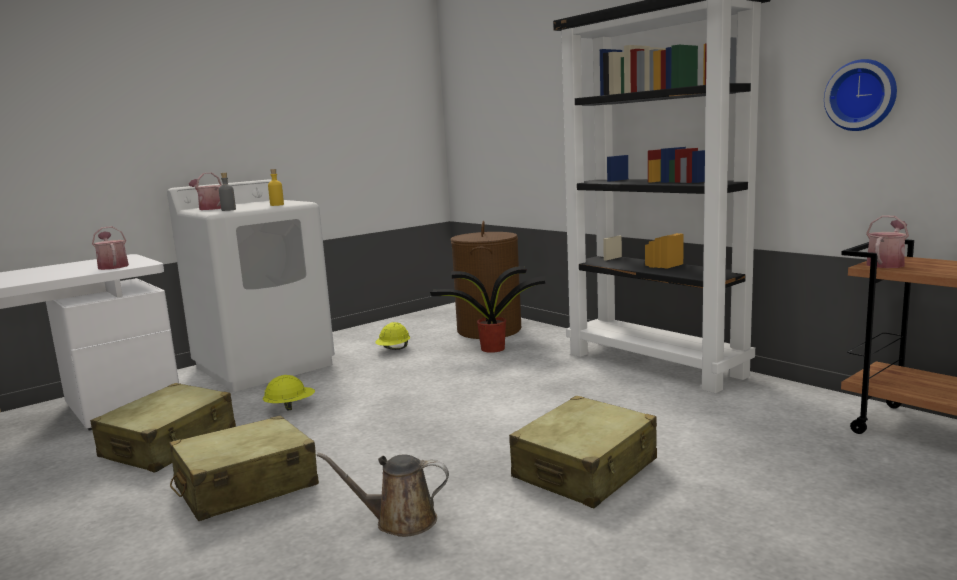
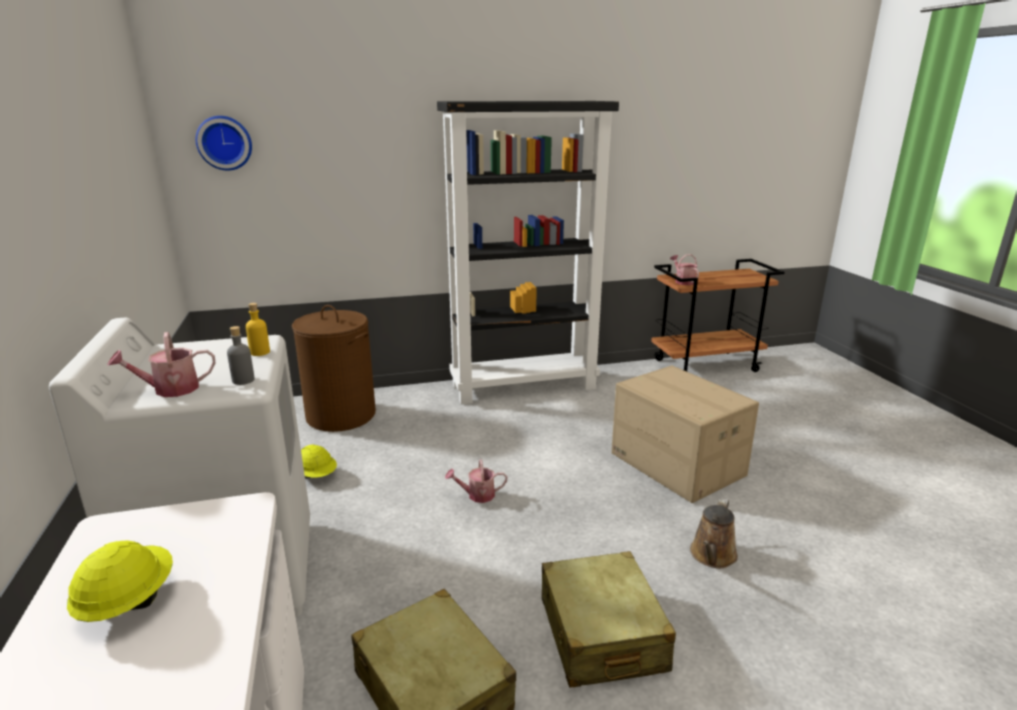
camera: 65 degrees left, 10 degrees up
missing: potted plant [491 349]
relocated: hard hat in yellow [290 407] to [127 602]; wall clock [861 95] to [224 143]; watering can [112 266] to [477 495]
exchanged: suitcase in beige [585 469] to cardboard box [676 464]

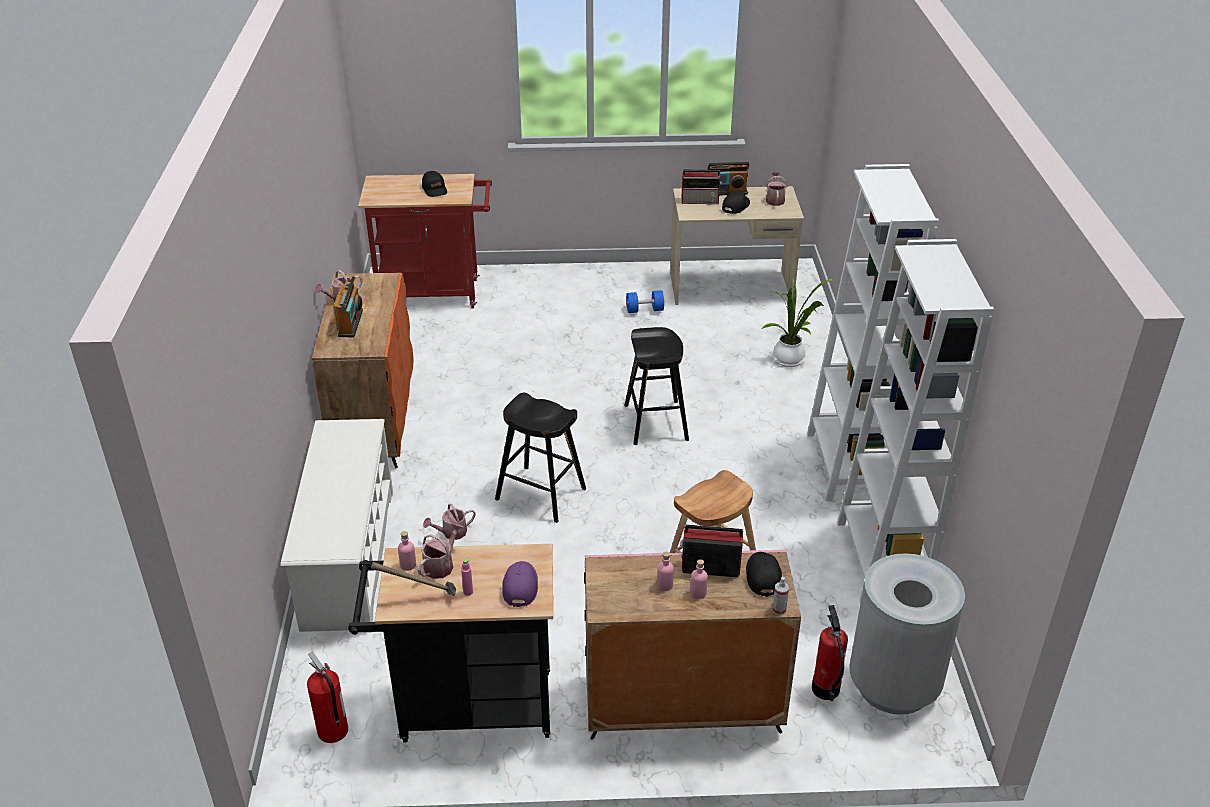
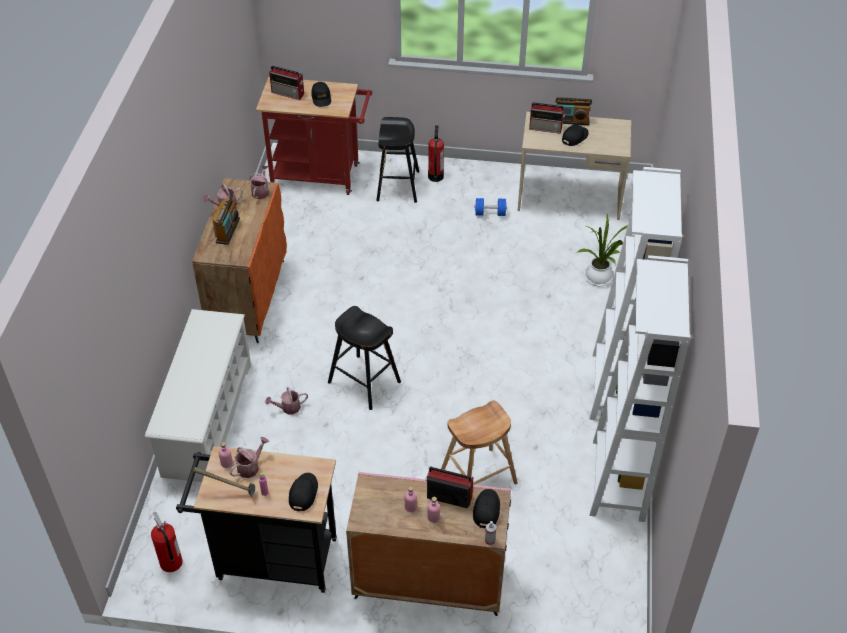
camera: 10 degrees right, 10 degrees up
missing: trash can in grey [893 685]
appeared: radio [288 93]
relocated: watering can [775 199] to [261 191]; stool in black [655 422] to [398 186]; fire extinguisher [825 689] to [435 176]
colour: cap in purple [520 586] to cap in black [303 493]

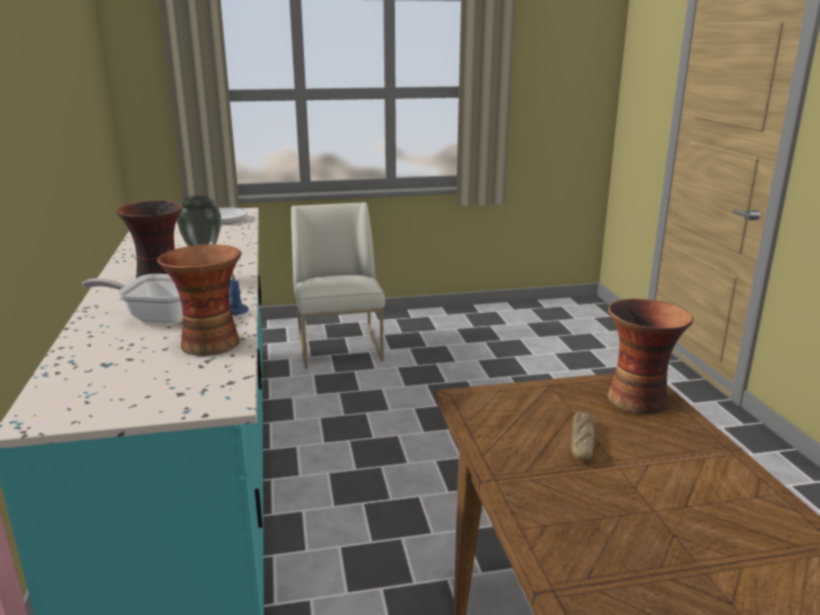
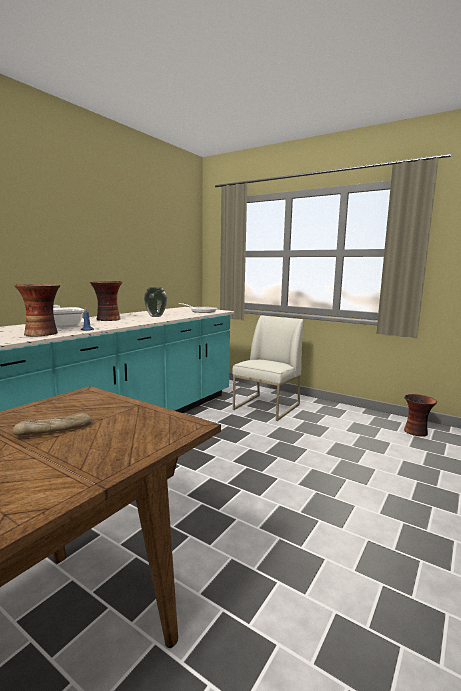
camera: 45 degrees right, 10 degrees down
relocated: vase [638 399] to [416 432]

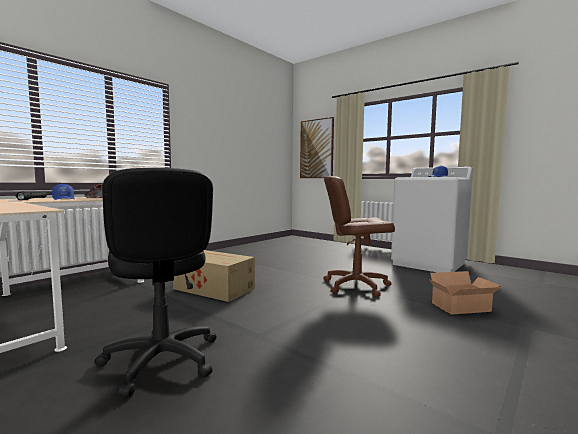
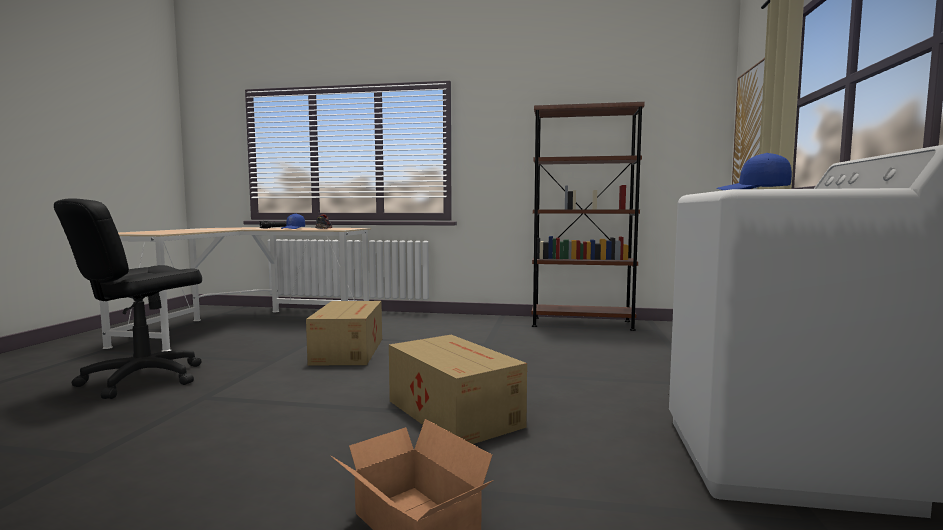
camera: 60 degrees right, 0 degrees up
appeared: bookcase in brown [582 323]
exchanged: office chair in brown [356 286] to cardboard box [453 412]

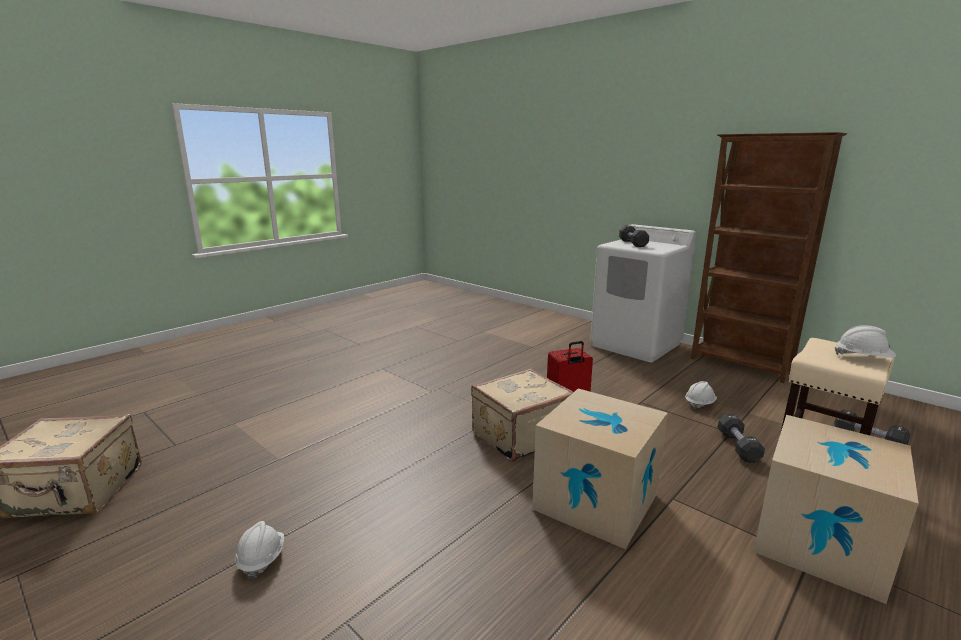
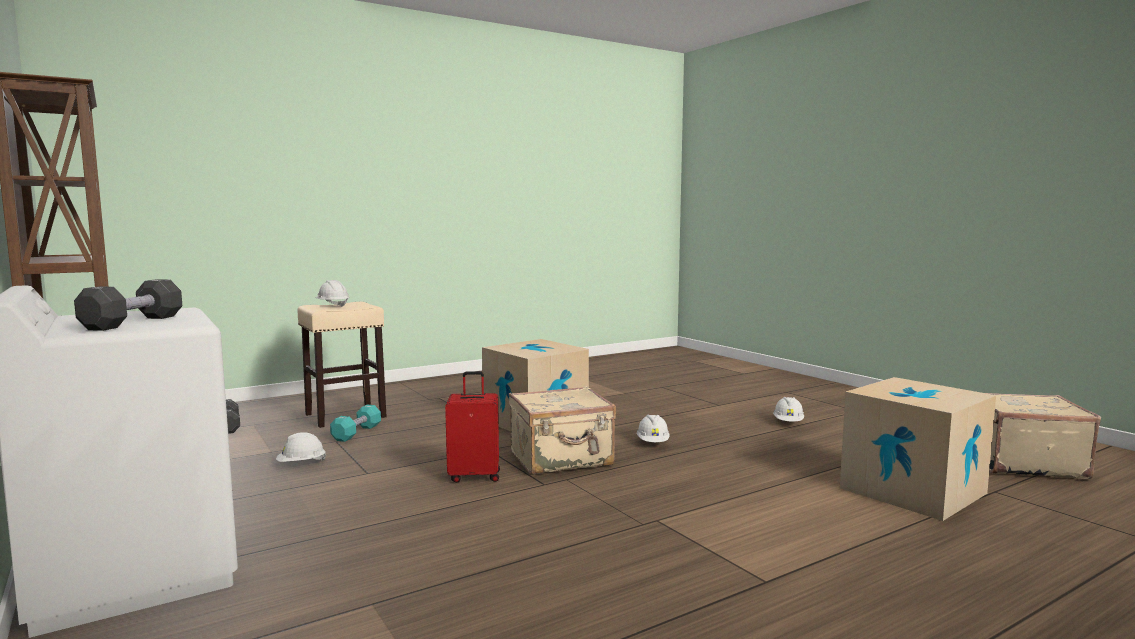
camera: 165 degrees left, 10 degrees down
appeared: hard hat in white [653 443]
relocated: cardboard box [819 543] to [912 490]
colour: dumbbell in black [738 447] to dumbbell in turquoise [356 433]

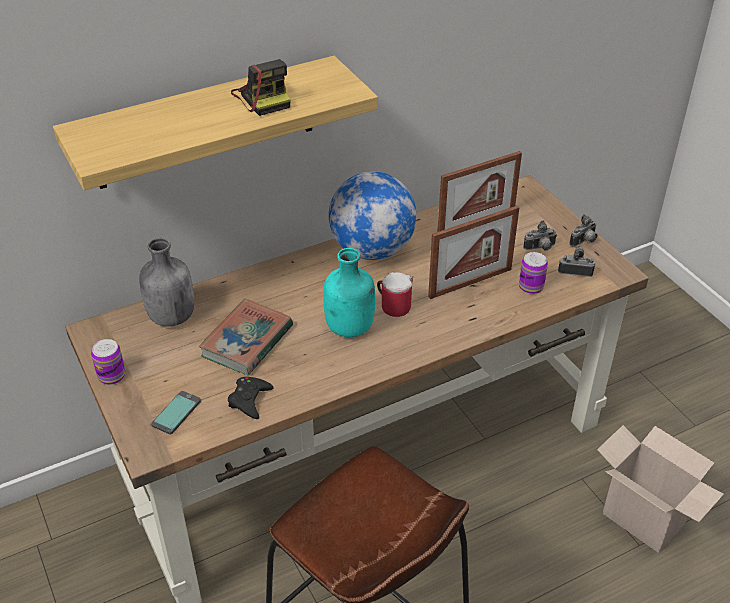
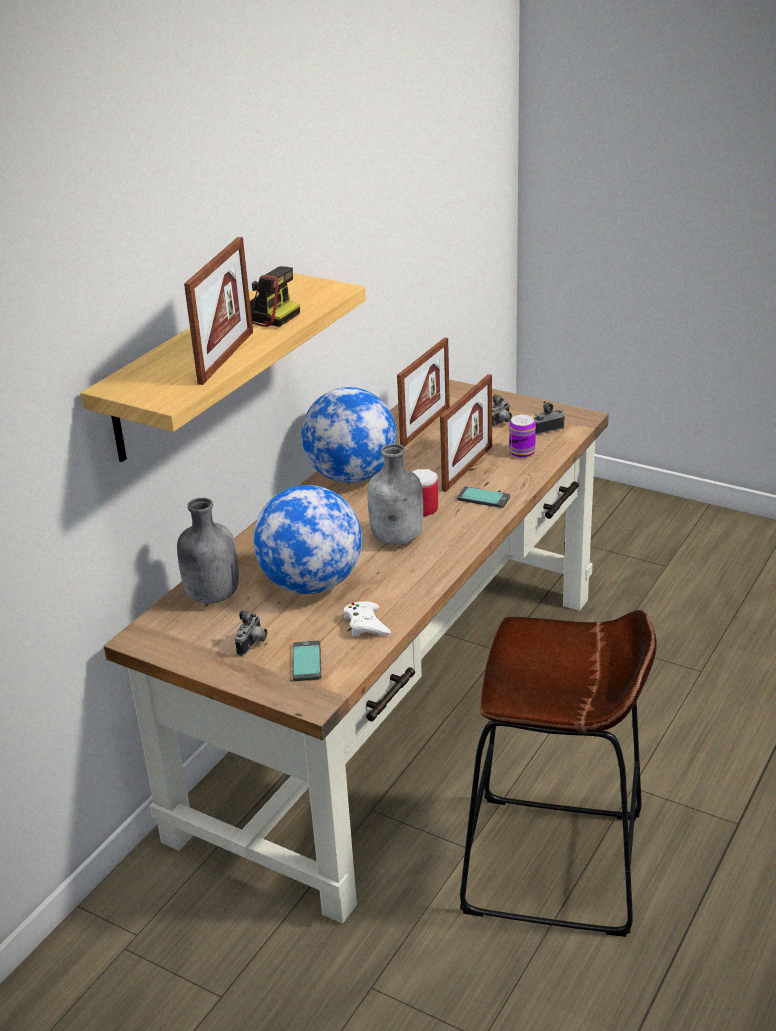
camera: 30 degrees left, 10 degrees down
missing: can [111 376]; cardboard box [646 519]
appeared: picture frame [226 357]; phone [483 498]
relocated: photo camera [584 241] to [253 644]
exchanged: book [247 341] to globe [311 584]
colour: game controller in black [249 400] to game controller in white [366 624]; bottle in turquoise [350 328] to bottle in grey [398 538]

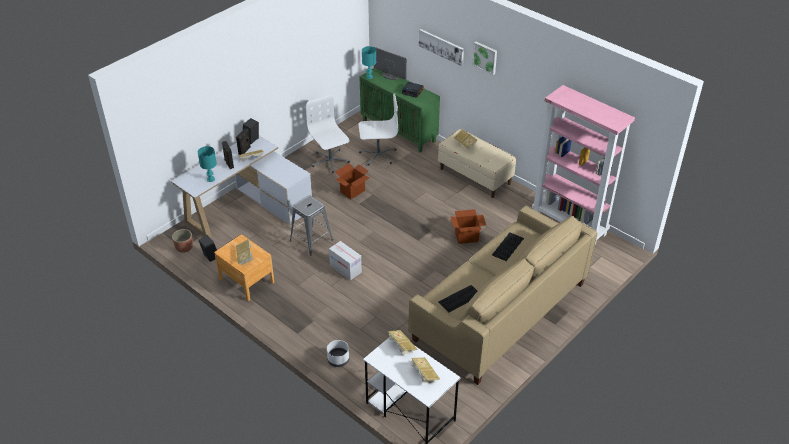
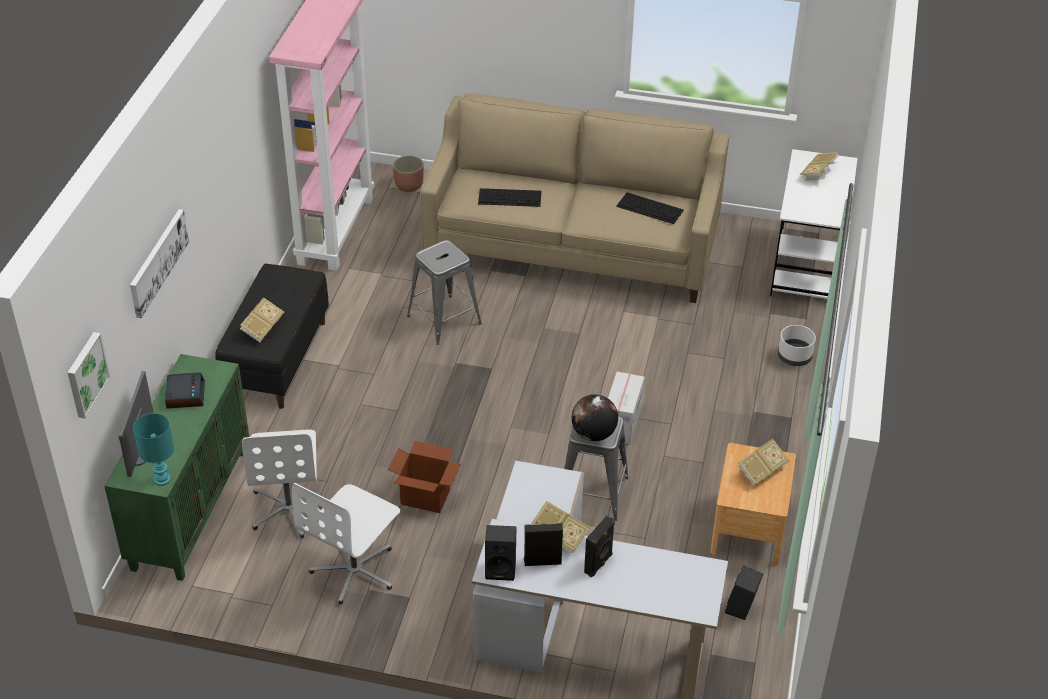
camera: 120 degrees left, 0 degrees up
missing: table lamp in turquoise [211 179]; book [401 347]
appeared: globe [593 434]
relocated: picture [485 57] to [86 374]; planter [184 248] to [409 185]
exchanged: cardboard box [466 237] to stool in grey [444 320]
colour: bench in beige [475 176] to bench in black [277 359]
spun: office chair in white [378 155] = [290 508] 150 degrees counterclockwise

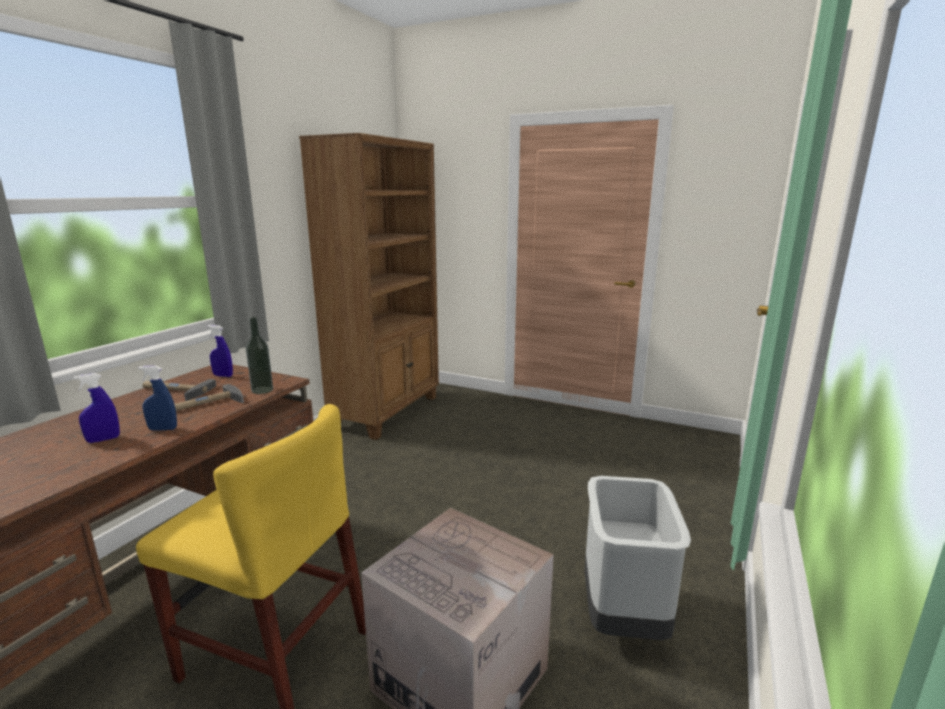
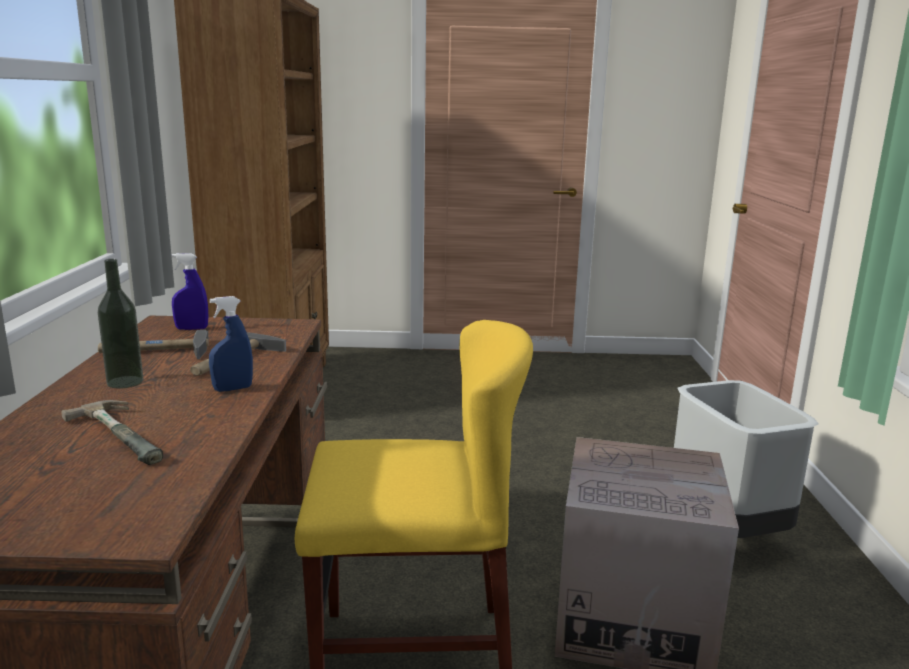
camera: 25 degrees left, 0 degrees up
missing: spray bottle in blue [103 439]
appeared: hammer [128 434]
relocated: bottle [262 390] to [125 382]

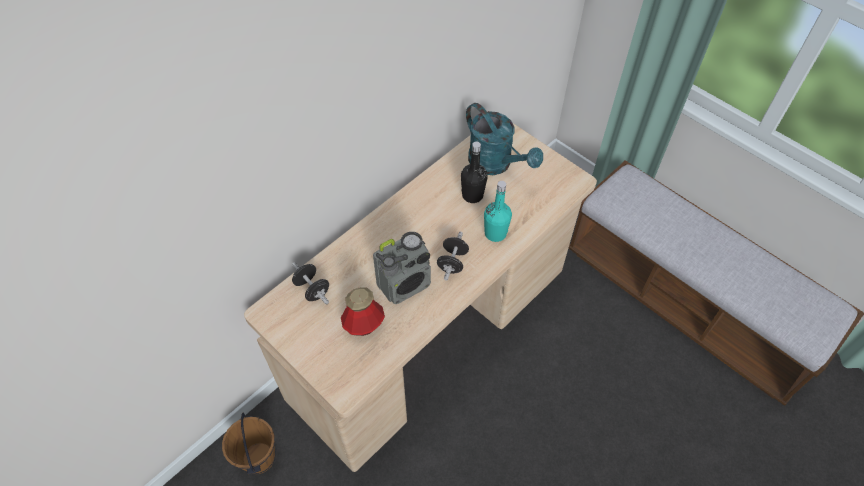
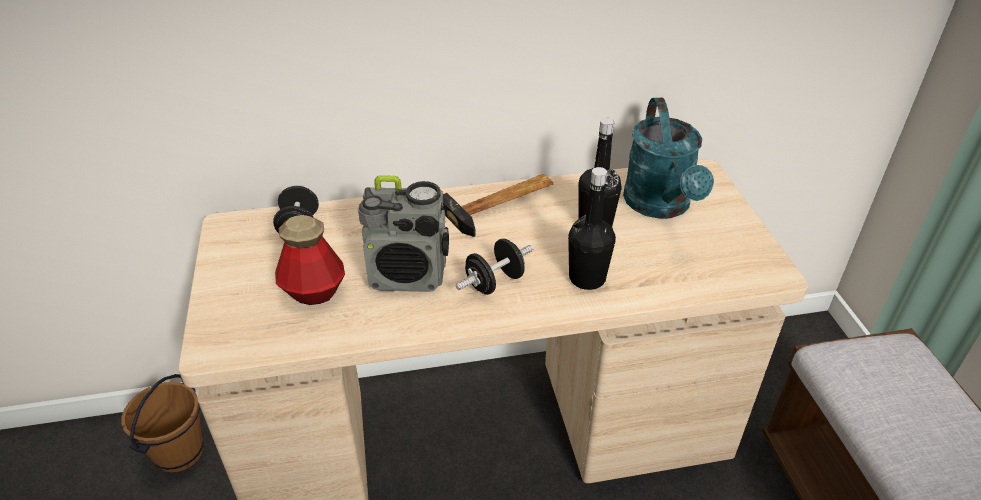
camera: 35 degrees right, 15 degrees down
appeared: hammer [502 204]
colour: bottle in turquoise [495 233] to bottle in black [587 278]

